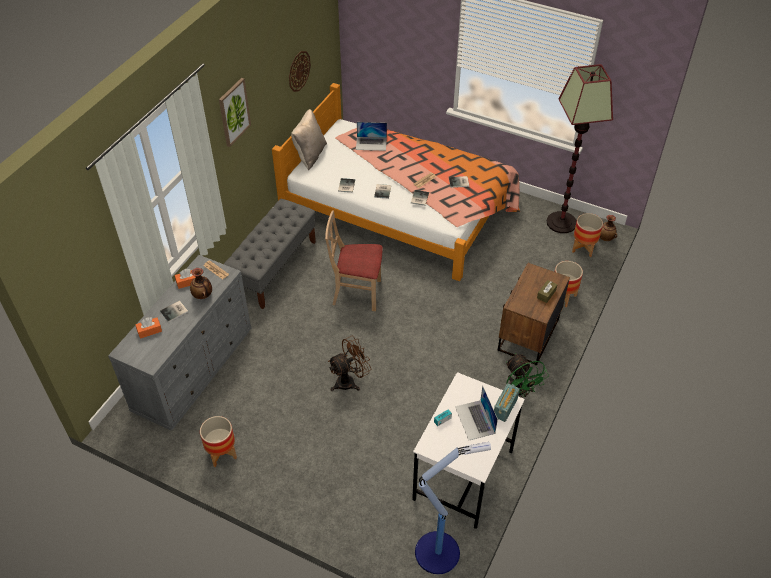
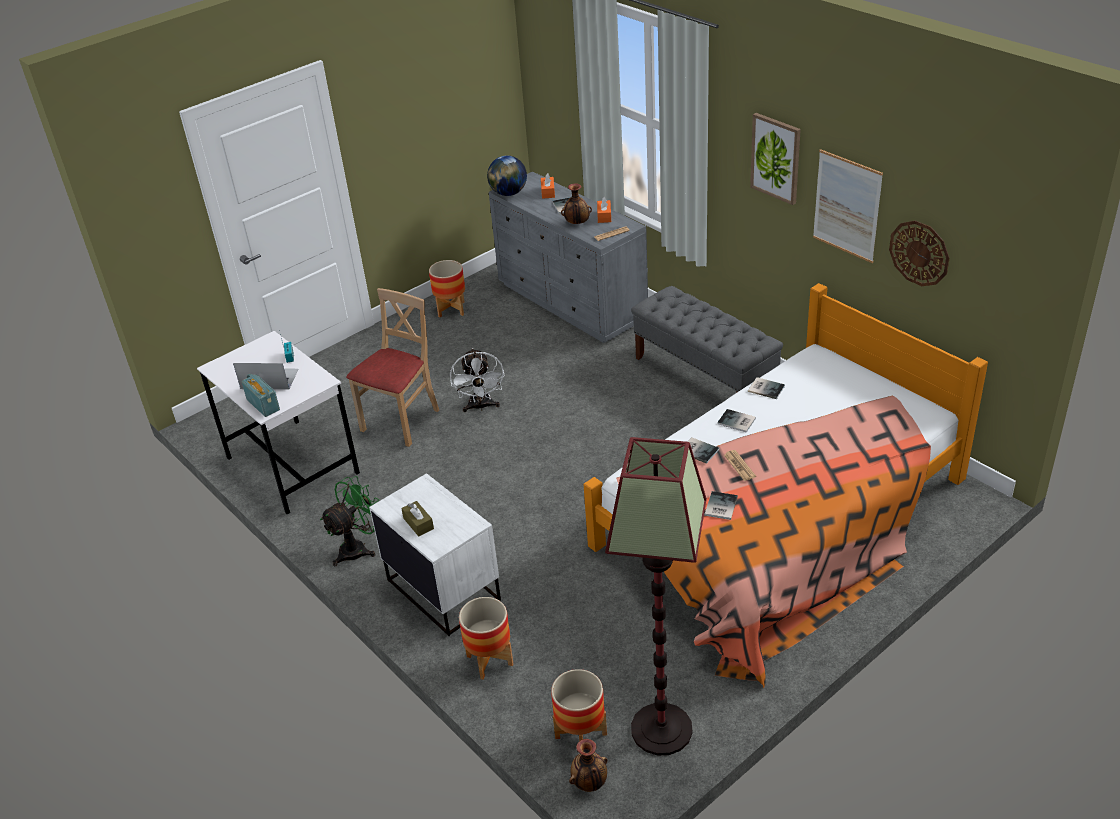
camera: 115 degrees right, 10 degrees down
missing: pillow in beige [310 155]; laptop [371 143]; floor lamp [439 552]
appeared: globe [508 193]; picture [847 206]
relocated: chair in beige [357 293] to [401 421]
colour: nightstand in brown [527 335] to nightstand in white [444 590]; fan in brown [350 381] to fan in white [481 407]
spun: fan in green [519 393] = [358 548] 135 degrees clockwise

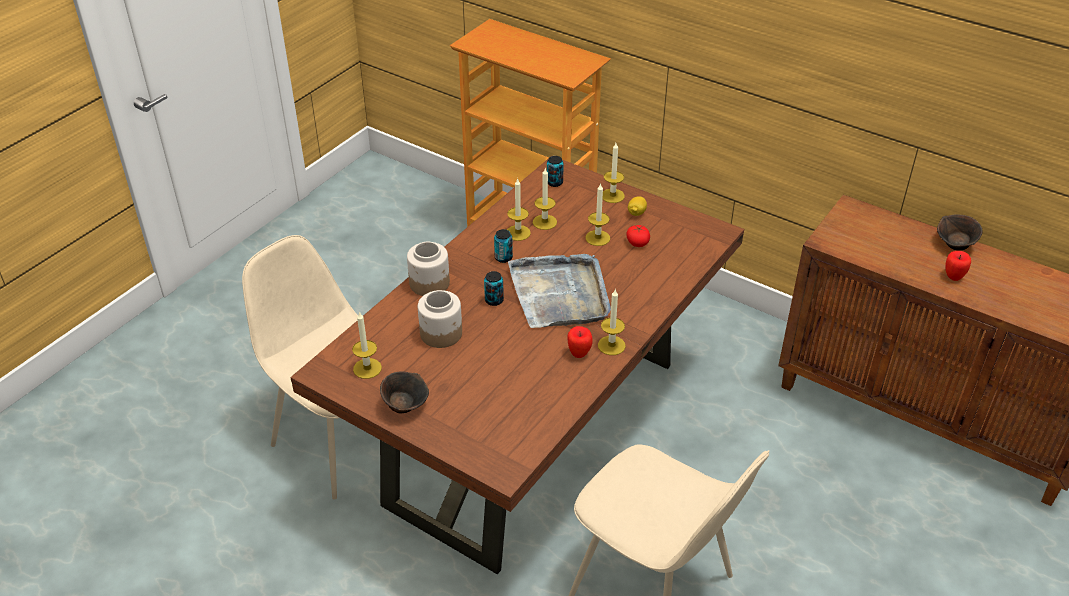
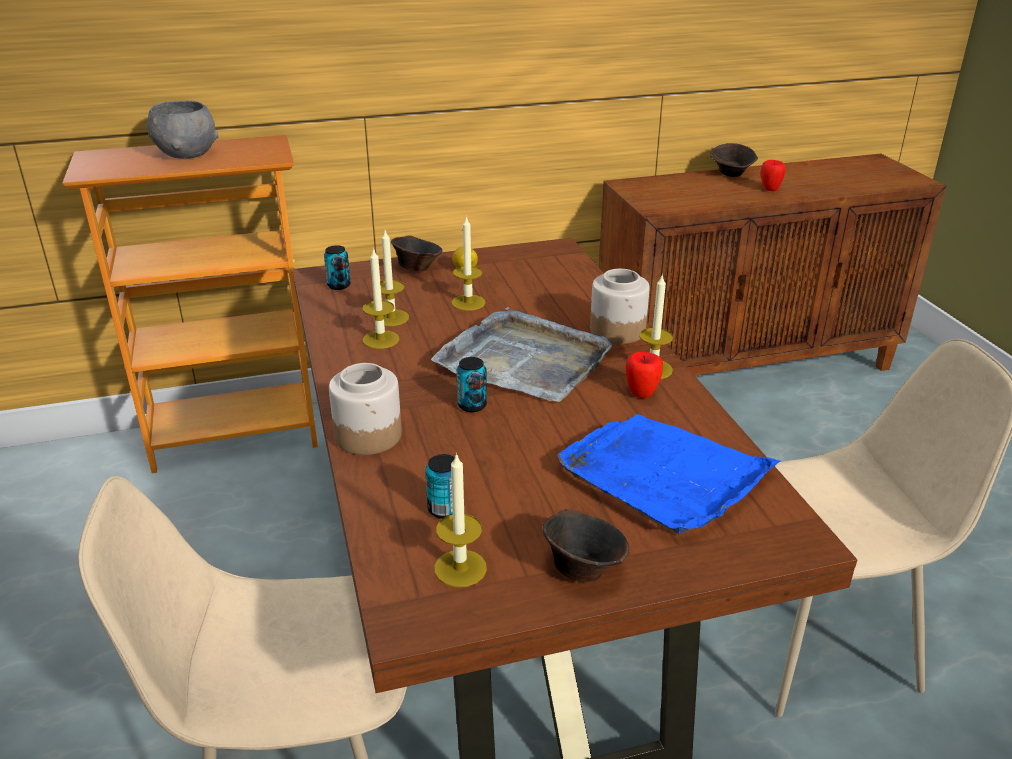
camera: 50 degrees left, 10 degrees down
missing: tomato [637 243]
appeared: bowl in grey [187 154]; tray in blue [663 476]
relocated: can [503 258] to [444 509]; jar [441 333] to [618 330]
exchanged: candle [612 196] to bowl in brown [417 268]

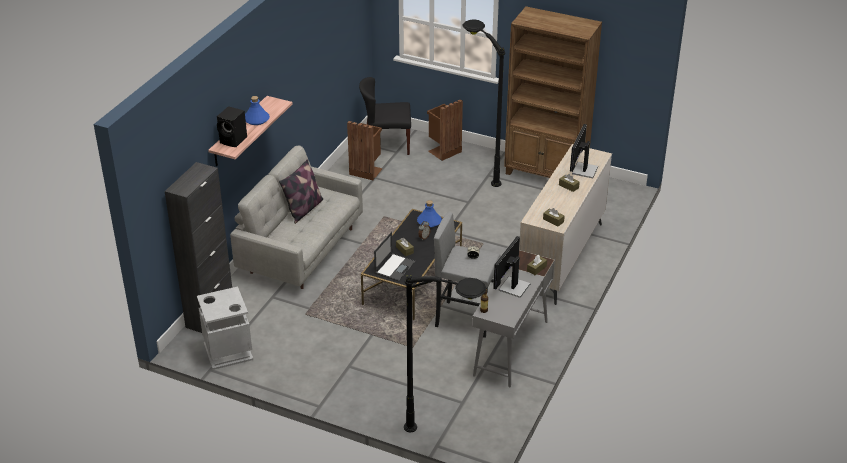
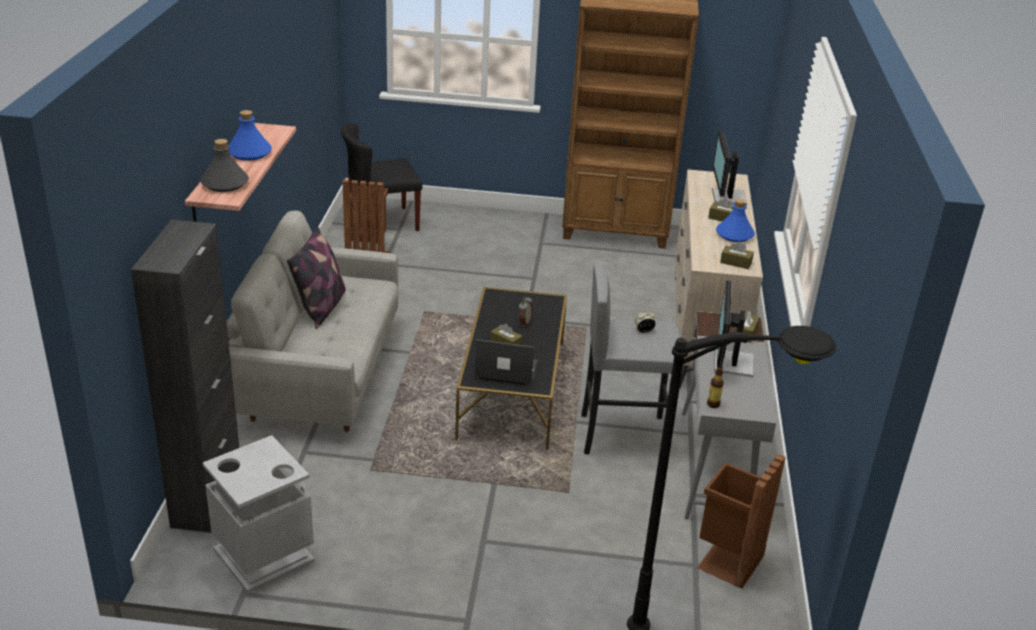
camera: 20 degrees left, 5 degrees down
missing: floor lamp in black [477 168]
relocated: trash can in brown [443 151] to [727 560]; bottle in blue [429 221] to [734 235]
exchanged: speaker in black [234 140] to bottle in grey [225 183]
spun: laptop [395 267] = [505 370] 90 degrees counterclockwise

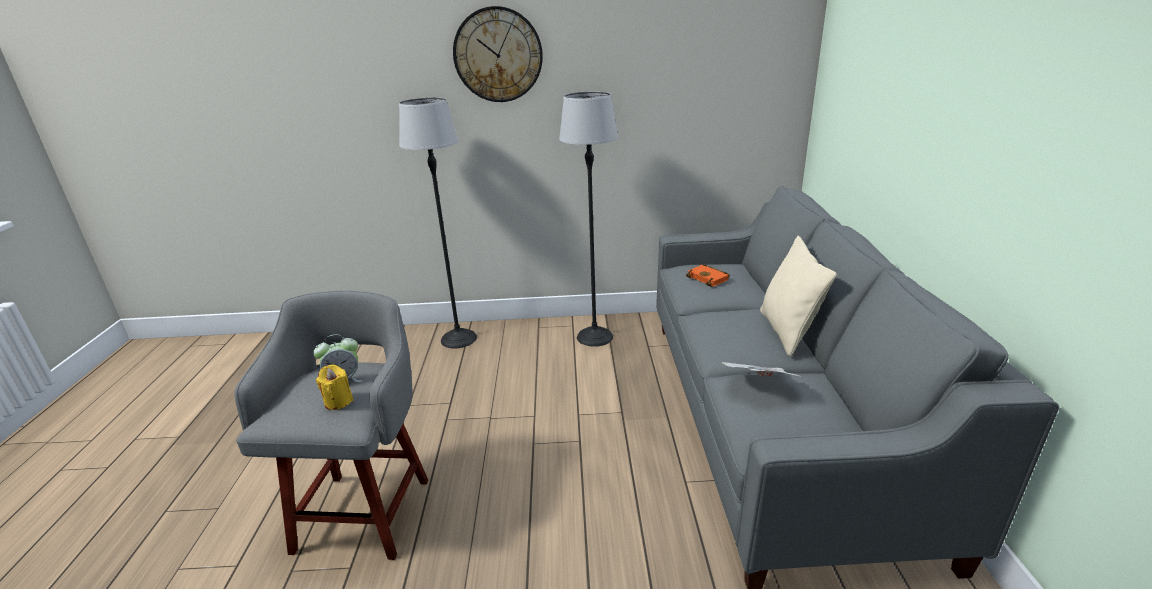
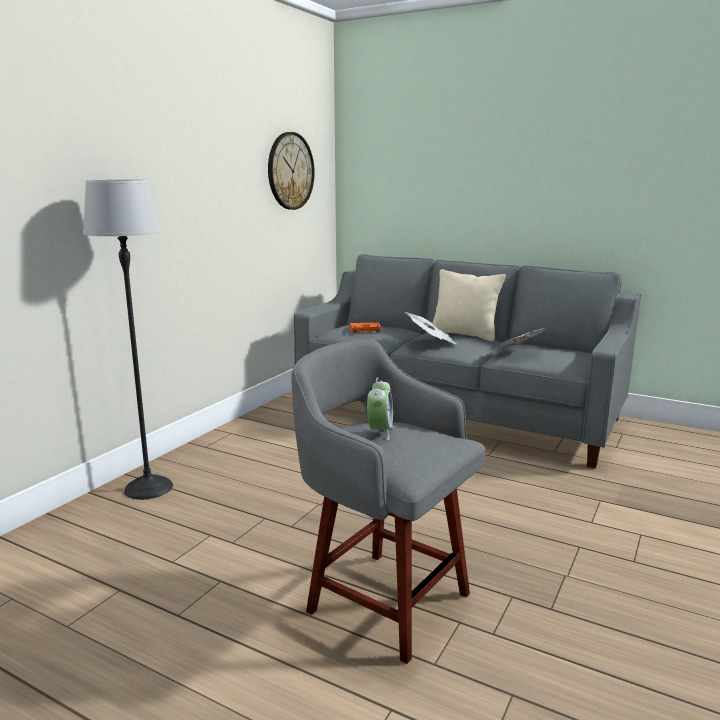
camera: 60 degrees left, 10 degrees down
missing: candle in yellow [338 401]; floor lamp [595 337]
appeared: newspaper [431 342]
relocated: wall clock [498 55] to [290 171]

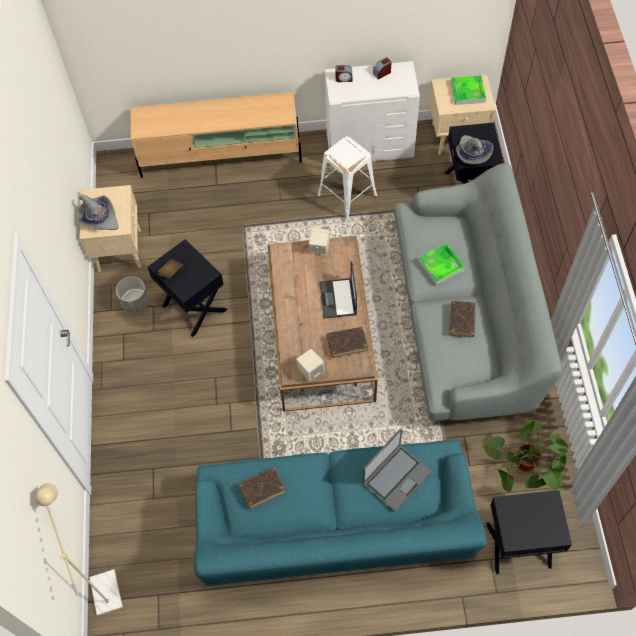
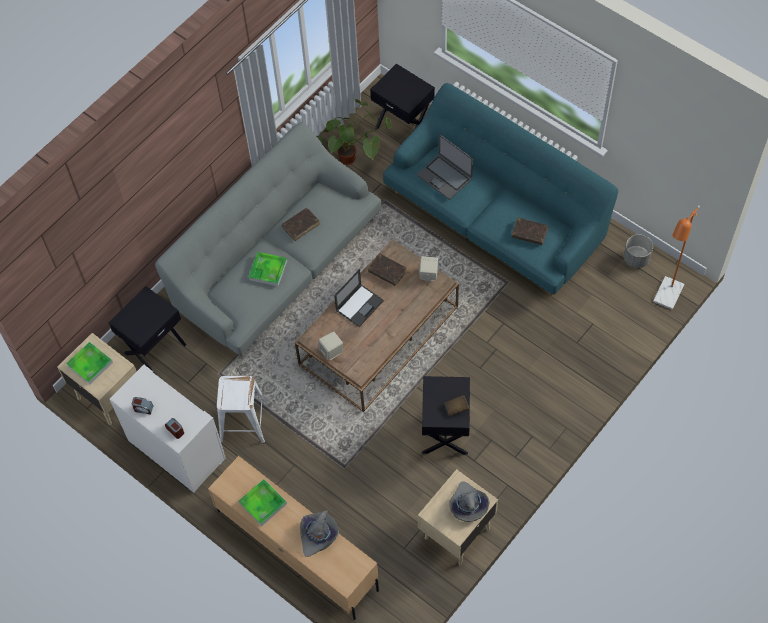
camera: 135 degrees left, 0 degrees up
appeared: tray [263 503]
relocated: hat in grey [472 154] to [318 535]; planter in grey [135 302] to [636 259]
colour: floor lamp in beige [104 584] to floor lamp in orange [666 298]
spun: laptop [396 477] = [445 177] 135 degrees counterclockwise

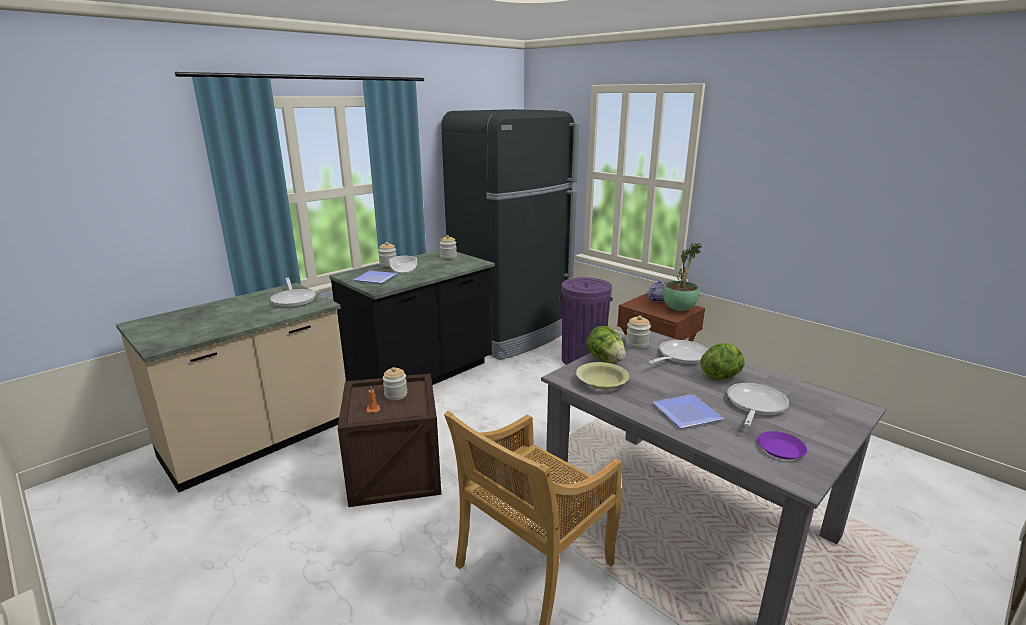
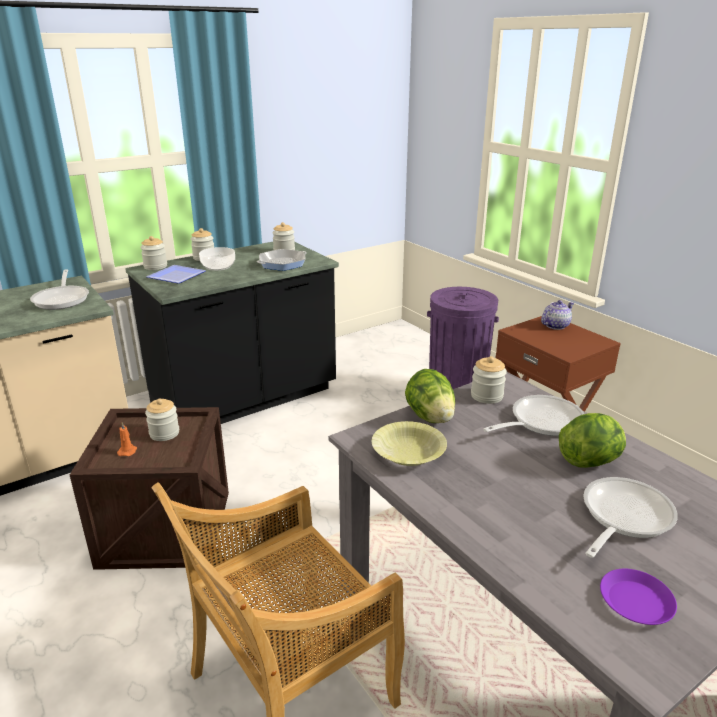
camera: 10 degrees right, 5 degrees up
missing: fridge in black [511 335]; plate [684 413]; potted plant [679 309]
appeared: jar [155 266]; frying pan [282 264]

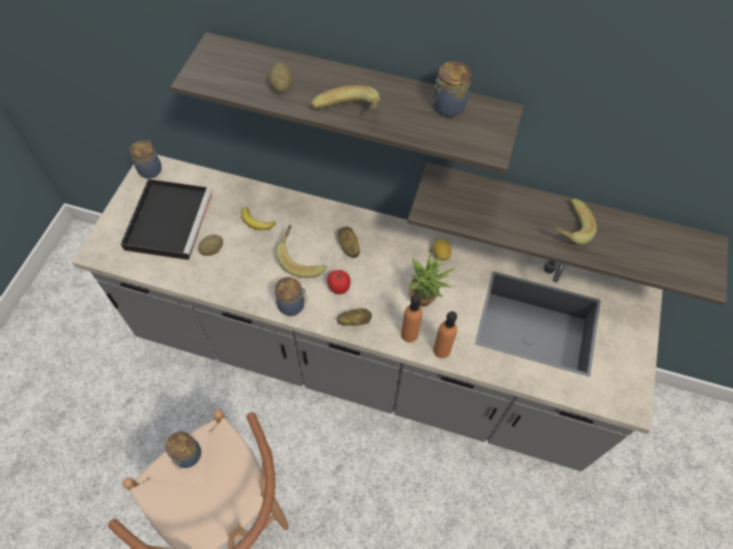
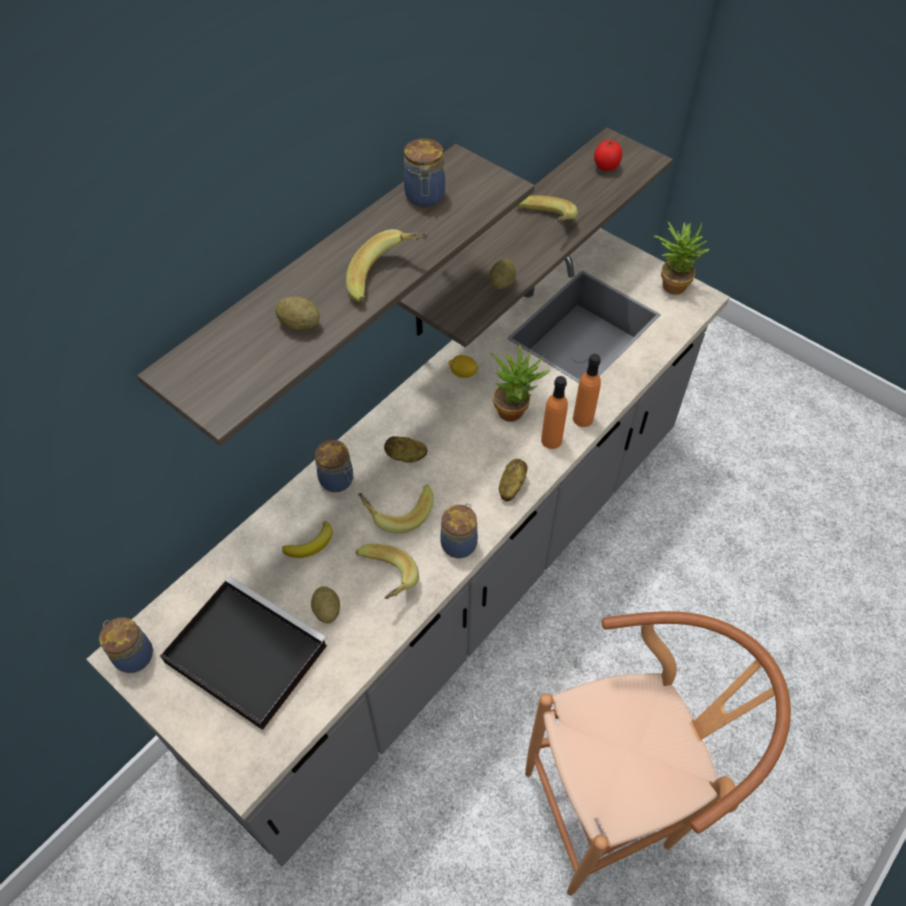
camera: 65 degrees left, 5 degrees down
appeared: banana [384 581]; potato [502 283]; potted plant [671 283]
relocated: jar [187 456] to [338 480]; tomato [339 287] to [605 167]

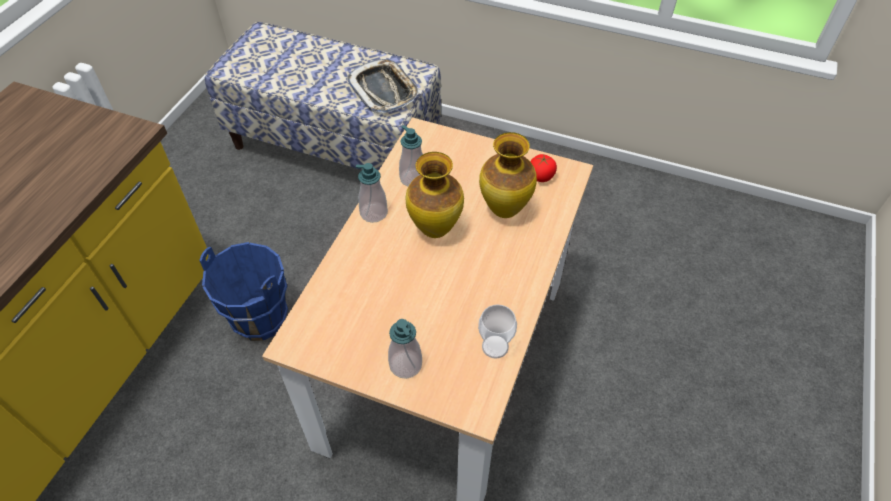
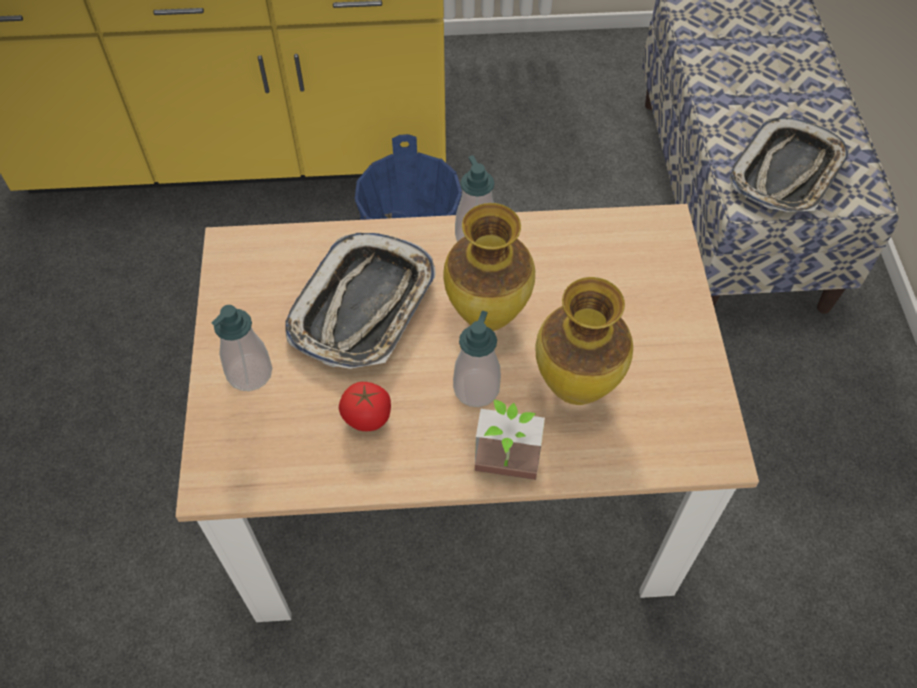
camera: 65 degrees right, 5 degrees up
missing: cup [495 346]
appeared: tray [364 307]; potted plant [505 473]
relocated: tomato [540 176] to [367 416]; soap dispenser [413 178] to [476 388]

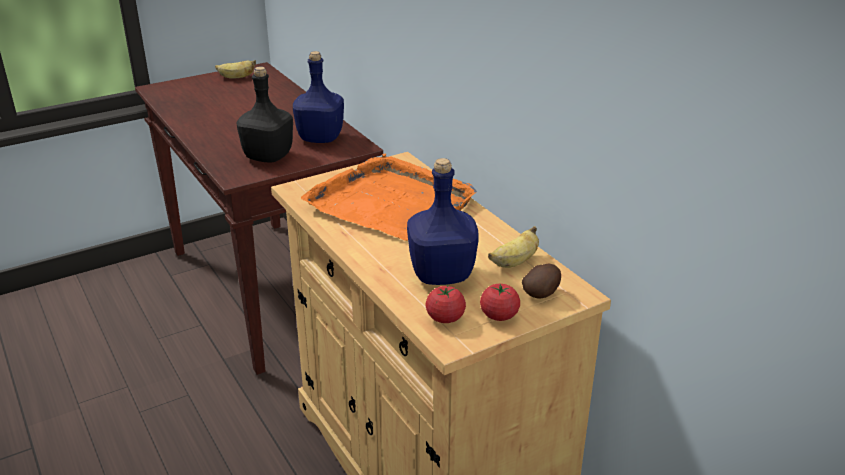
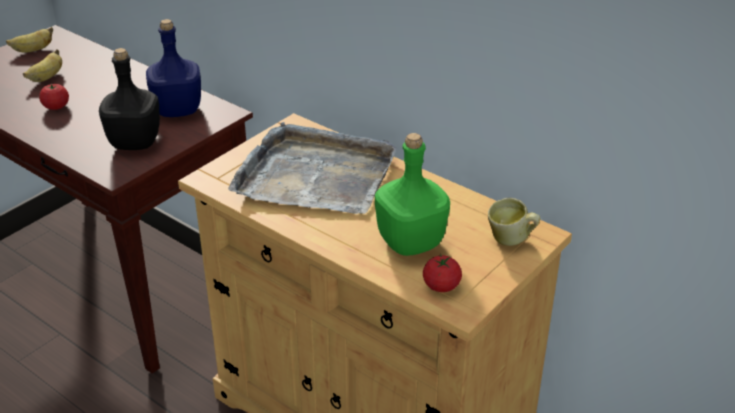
camera: 20 degrees left, 5 degrees up
relocated: banana [514 262] to [46 78]; tomato [499 315] to [56 107]
exchanged: potato [542 293] to mug [511 241]
colour: tray in orange [392 203] to tray in grey [315 175]; bottle in blue [441 274] to bottle in green [409 241]

